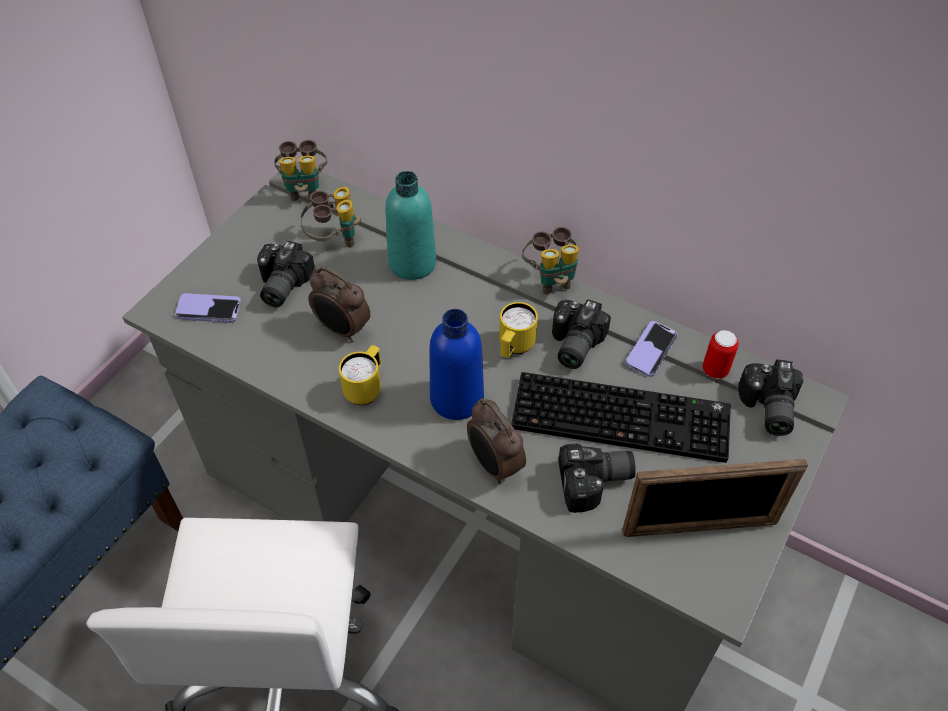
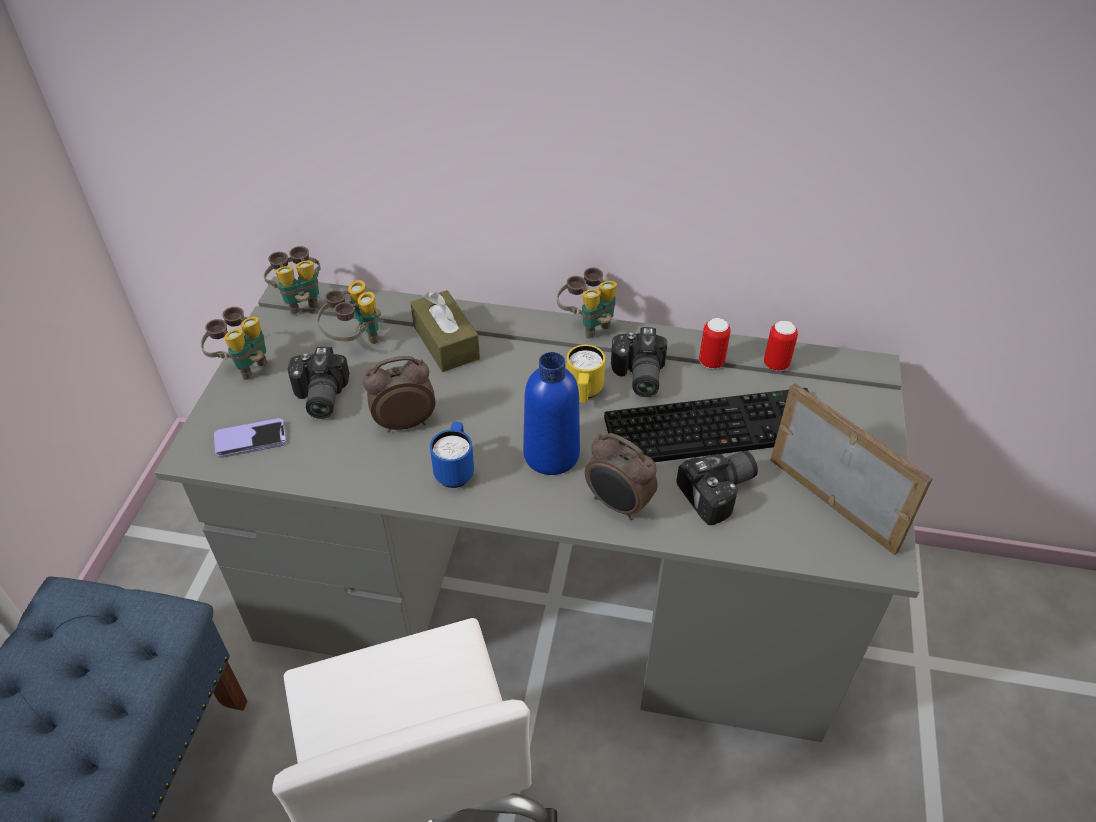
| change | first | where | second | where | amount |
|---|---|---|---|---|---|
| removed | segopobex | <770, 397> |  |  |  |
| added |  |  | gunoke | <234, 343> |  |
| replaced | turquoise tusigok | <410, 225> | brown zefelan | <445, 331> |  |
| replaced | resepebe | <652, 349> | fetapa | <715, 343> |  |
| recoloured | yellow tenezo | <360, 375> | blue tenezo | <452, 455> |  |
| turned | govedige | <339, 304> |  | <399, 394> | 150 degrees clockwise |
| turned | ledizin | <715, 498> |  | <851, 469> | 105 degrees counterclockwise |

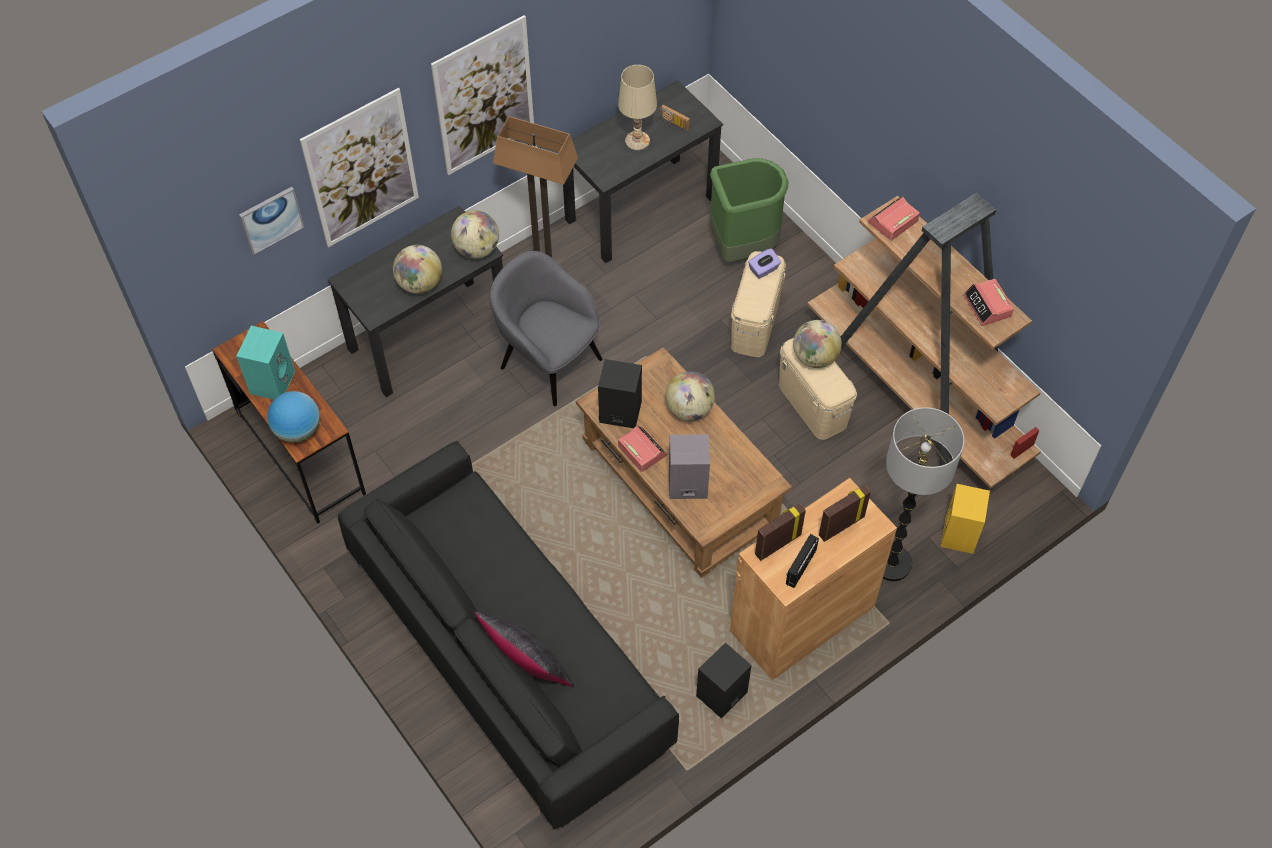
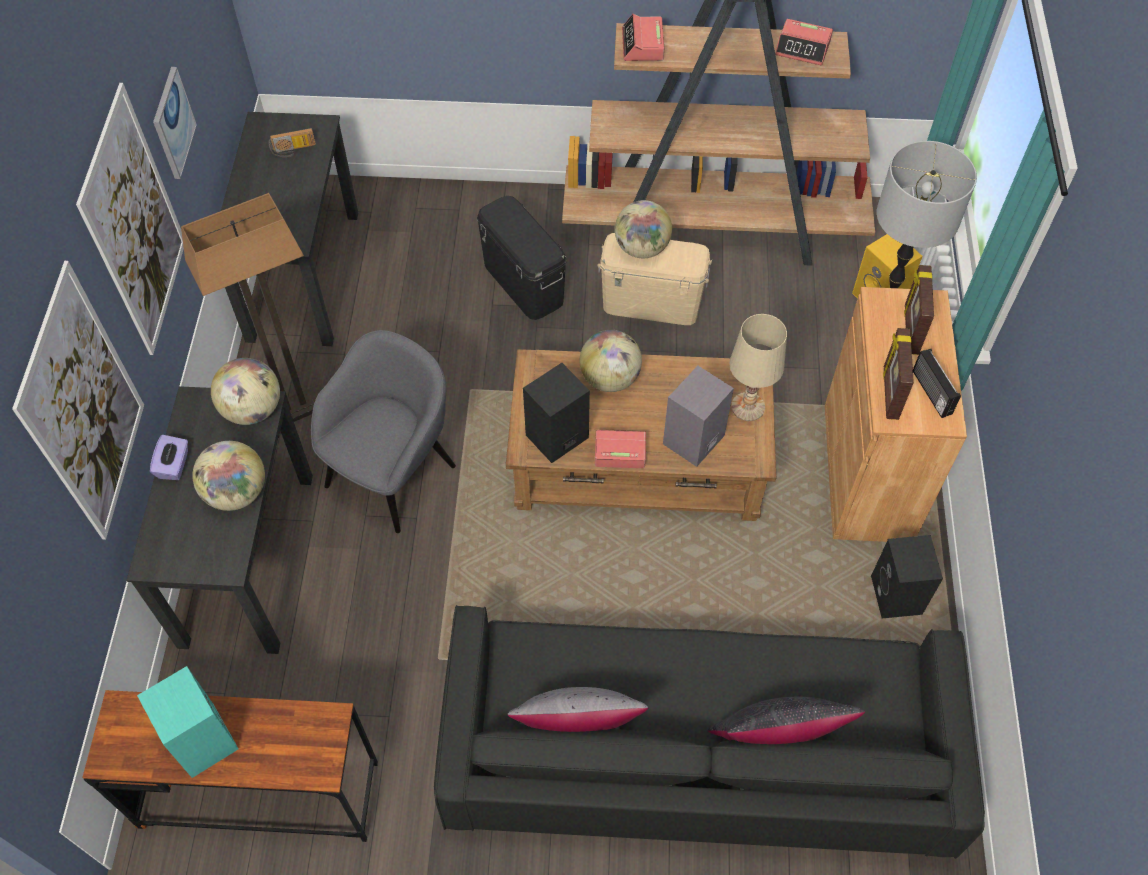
| change | first | where | second | where | amount |
|---|---|---|---|---|---|
| removed | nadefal | <293, 417> |  |  |  |
| removed | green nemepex | <749, 210> |  |  |  |
| added |  |  | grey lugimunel | <578, 709> |  |
| moved | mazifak | <271, 221> |  | <175, 123> |  |
| moved | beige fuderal | <637, 107> |  | <758, 367> |  |
| moved | purple zefelan | <764, 263> |  | <169, 457> |  |
| recoloured | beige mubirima | <758, 304> | black mubirima | <522, 258> |  |
| turned | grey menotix | <545, 328> |  | <383, 431> | 135 degrees clockwise |

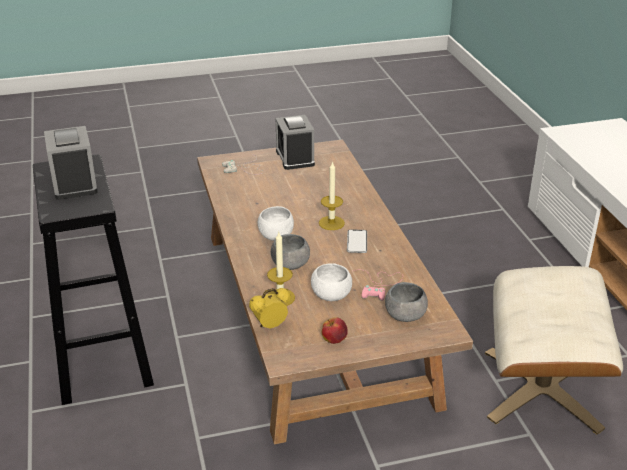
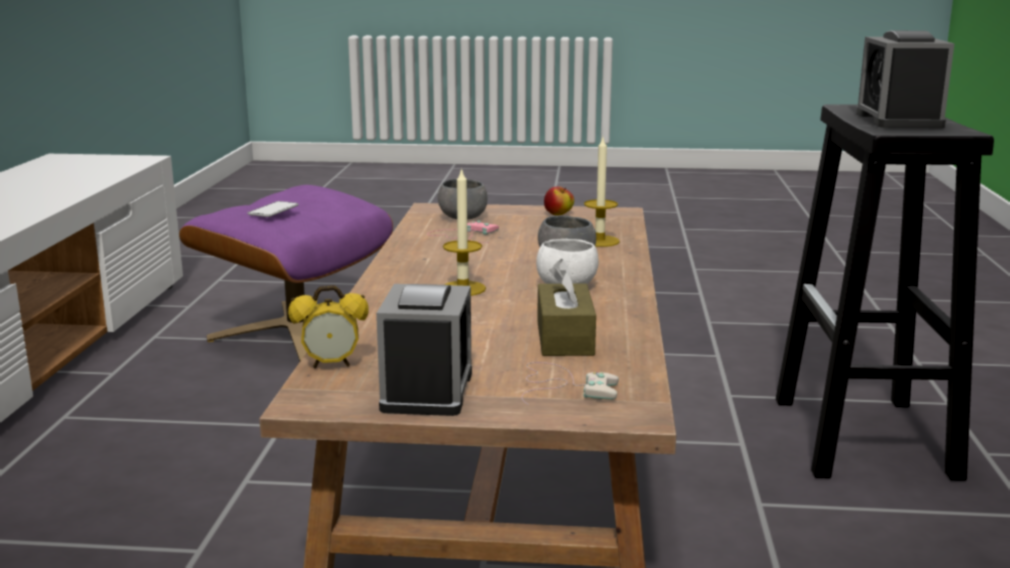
| change | first | where | second | where | amount |
|---|---|---|---|---|---|
| removed | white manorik | <331, 282> |  |  |  |
| added |  |  | brown zefelan | <566, 307> |  |
| moved | govedige | <270, 308> |  | <328, 326> |  |
| moved | resepebe | <357, 241> |  | <273, 209> |  |
| recoloured | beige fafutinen | <554, 350> | purple fafutinen | <286, 273> |  |

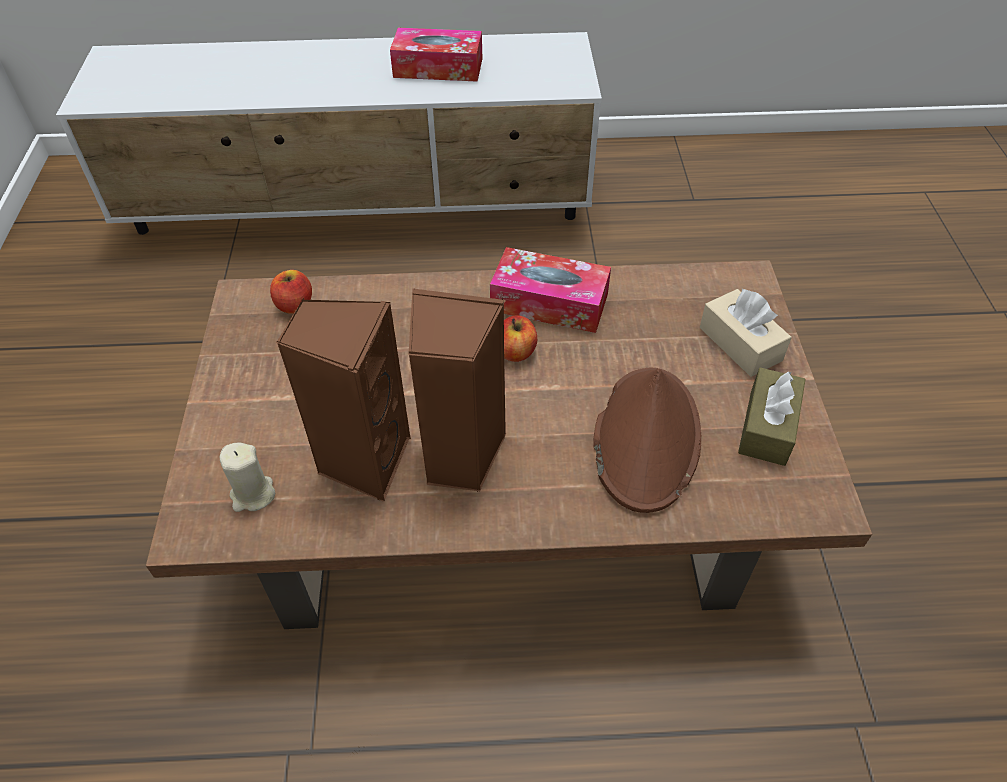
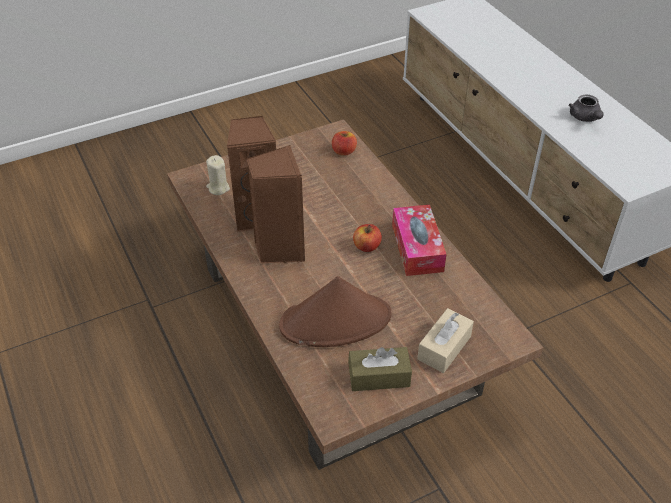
| change | first | where | second | where | amount |
|---|---|---|---|---|---|
| replaced | zefelan | <436, 55> | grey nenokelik | <586, 108> |  |

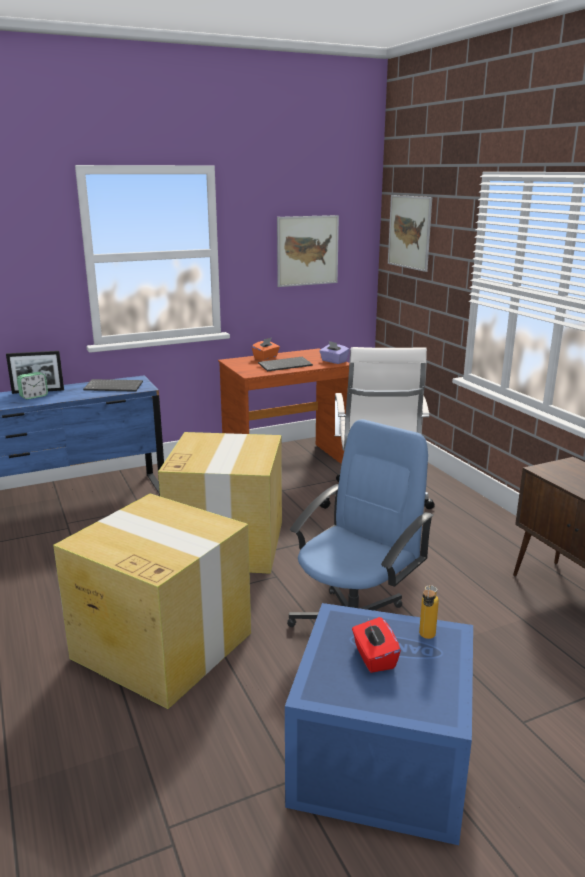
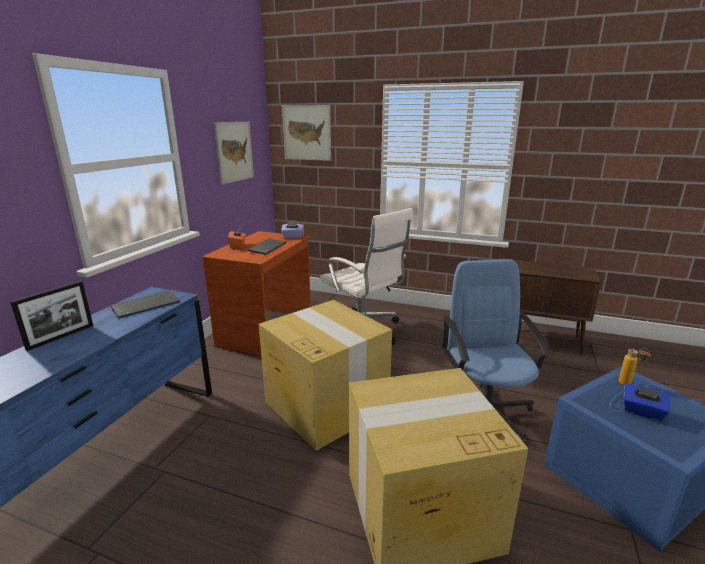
| change | first | where | second | where | amount |
|---|---|---|---|---|---|
| removed | govedige | <32, 385> |  |  |  |
| recoloured | red zefelan | <376, 645> | blue zefelan | <647, 402> |  |

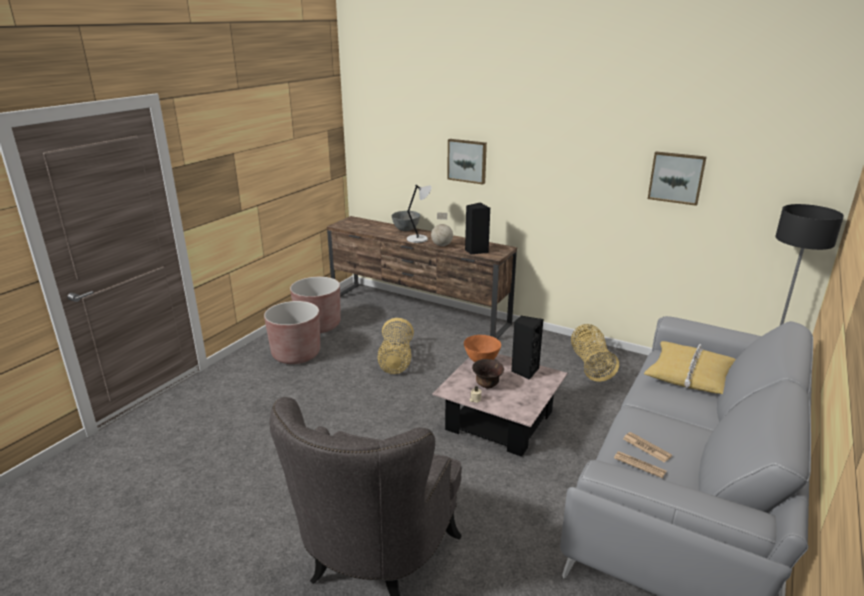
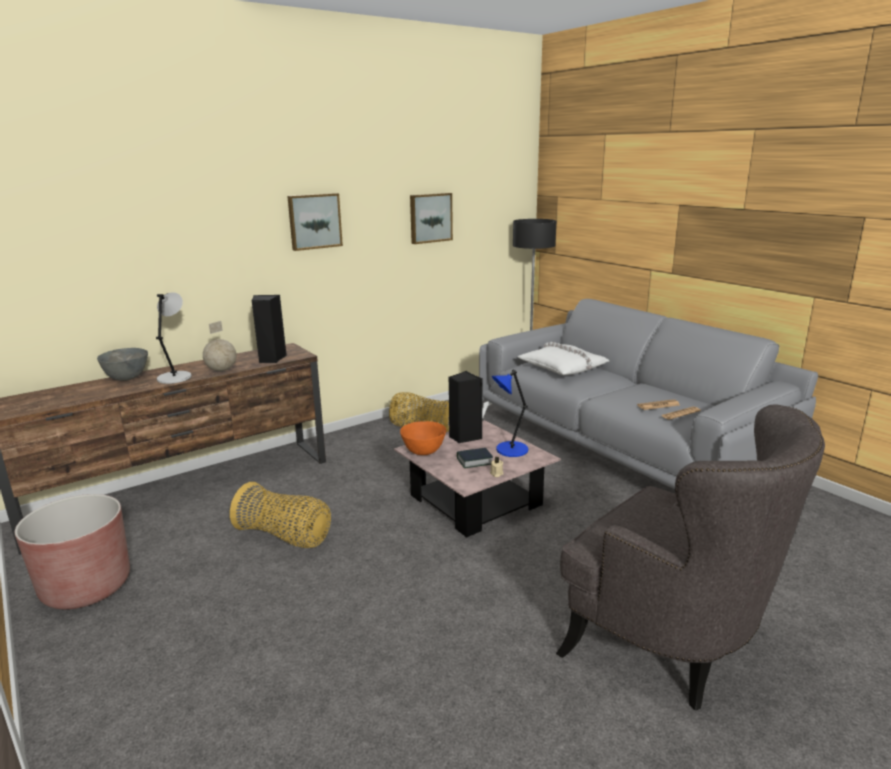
| change | first | where | second | where | amount |
|---|---|---|---|---|---|
| removed | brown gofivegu | <292, 332> |  |  |  |
| added |  |  | blue fuderal | <510, 413> |  |
| moved | mazifak | <467, 161> |  | <315, 222> |  |
| replaced | brown manorik | <488, 373> | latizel | <475, 458> |  |
| recoloured | yellow lugimunel | <690, 367> | white lugimunel | <563, 358> |  |

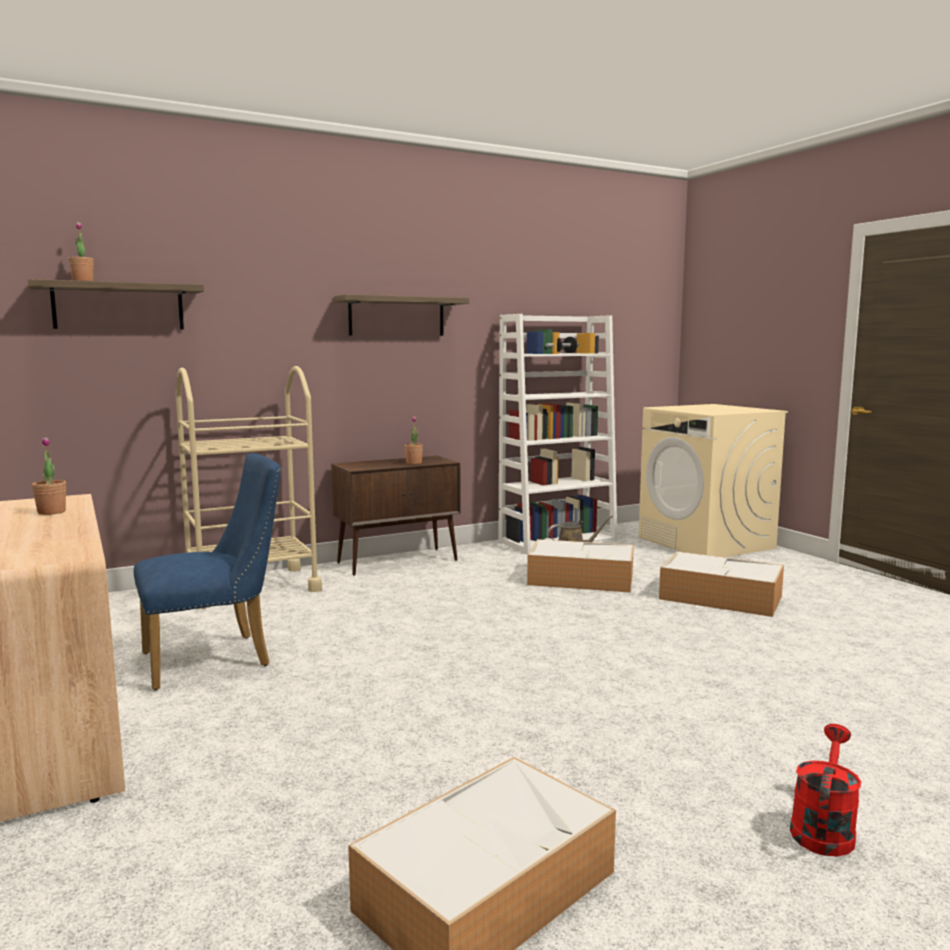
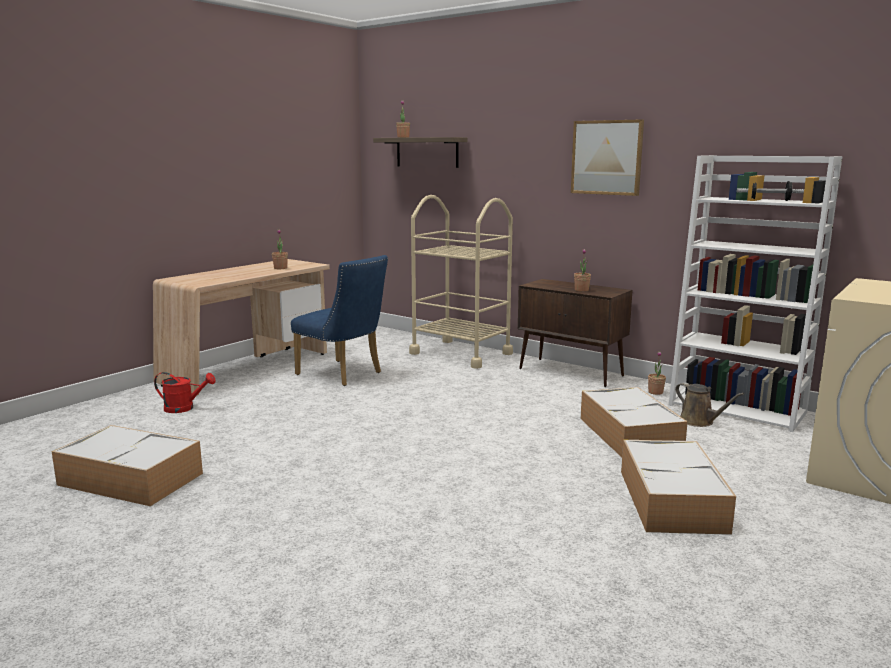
| change | first | where | second | where | amount |
|---|---|---|---|---|---|
| added |  |  | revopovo | <657, 373> |  |
| moved | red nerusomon | <825, 790> |  | <185, 392> |  |
| replaced | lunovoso | <401, 315> | mazifak | <607, 157> |  |

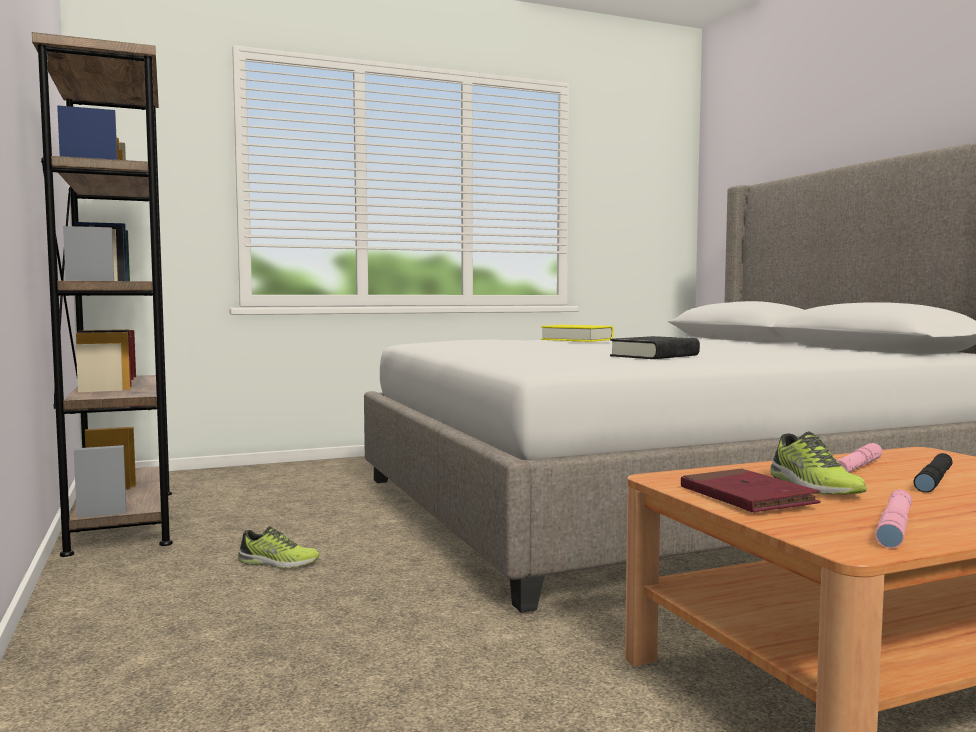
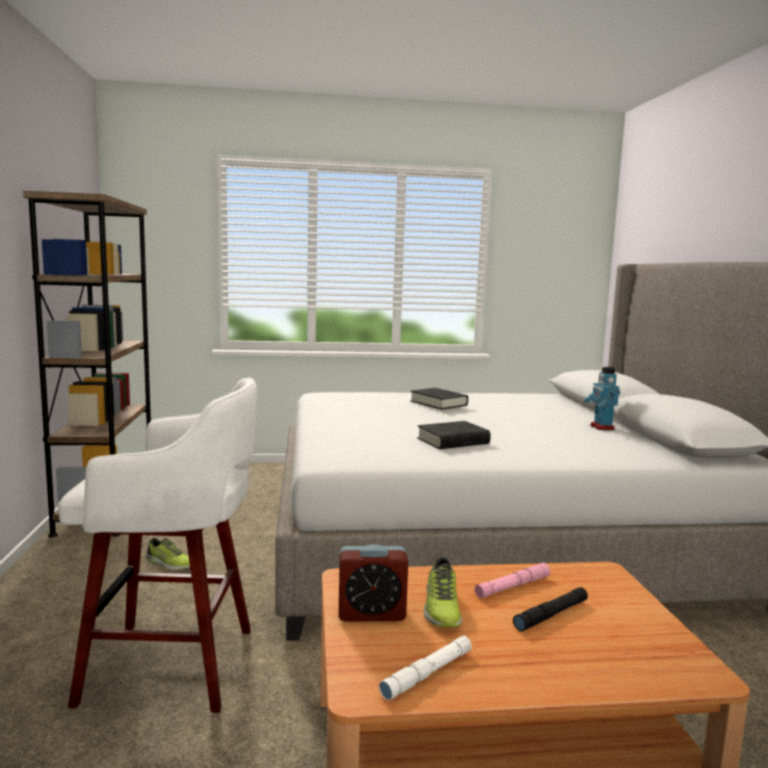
| change | first | where | second | where | amount |
|---|---|---|---|---|---|
| added |  |  | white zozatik | <158, 545> |  |
| added |  |  | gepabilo | <602, 398> |  |
| replaced | red latizel | <751, 490> | govedige | <373, 582> |  |
| recoloured | yellow latizel | <577, 333> | black latizel | <439, 399> |  |
| recoloured | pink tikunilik | <893, 519> | white tikunilik | <425, 667> |  |

